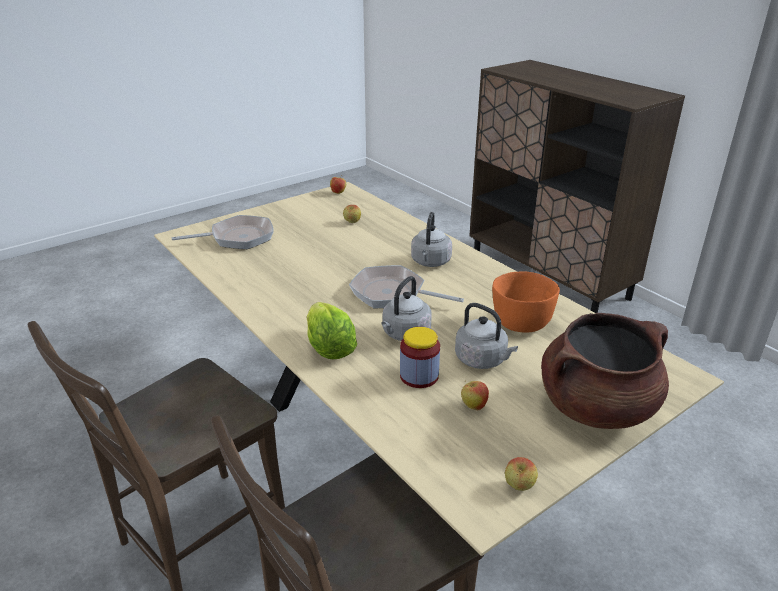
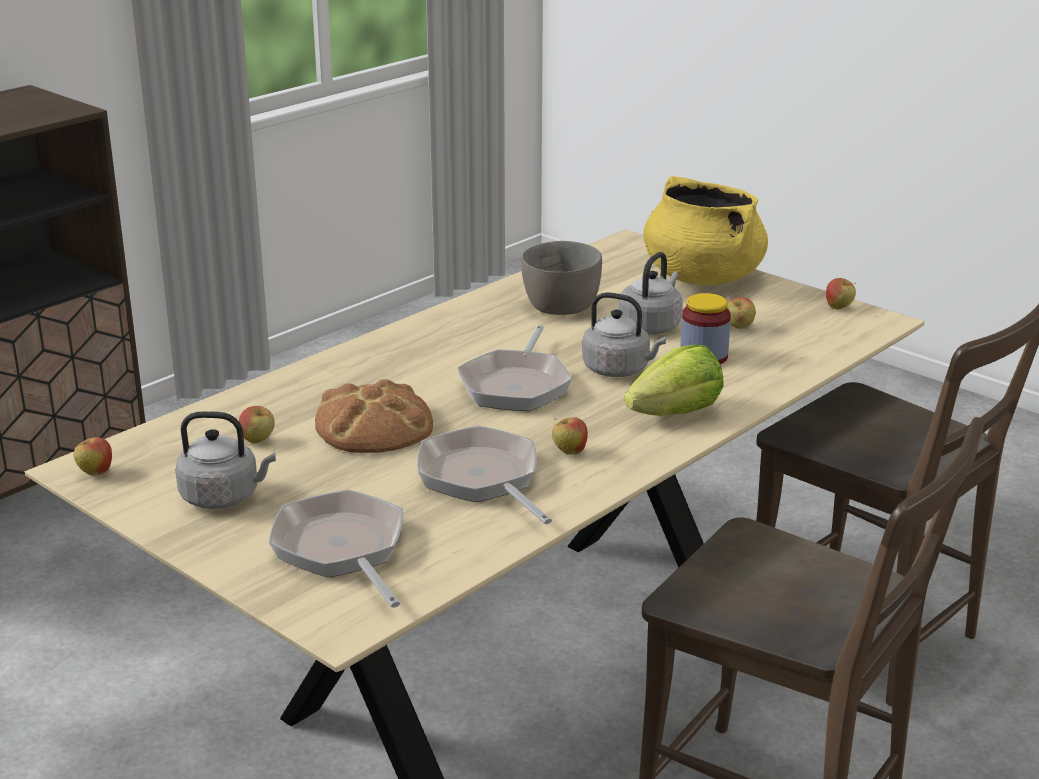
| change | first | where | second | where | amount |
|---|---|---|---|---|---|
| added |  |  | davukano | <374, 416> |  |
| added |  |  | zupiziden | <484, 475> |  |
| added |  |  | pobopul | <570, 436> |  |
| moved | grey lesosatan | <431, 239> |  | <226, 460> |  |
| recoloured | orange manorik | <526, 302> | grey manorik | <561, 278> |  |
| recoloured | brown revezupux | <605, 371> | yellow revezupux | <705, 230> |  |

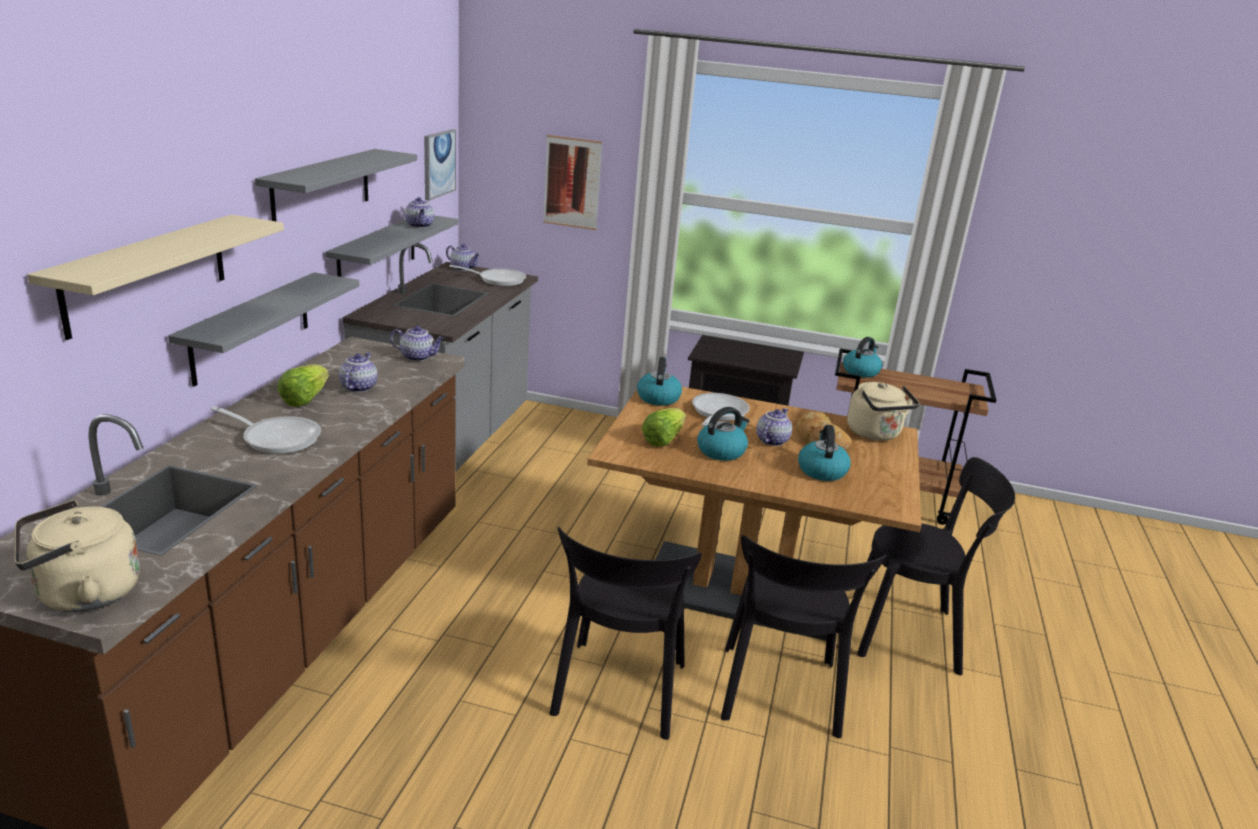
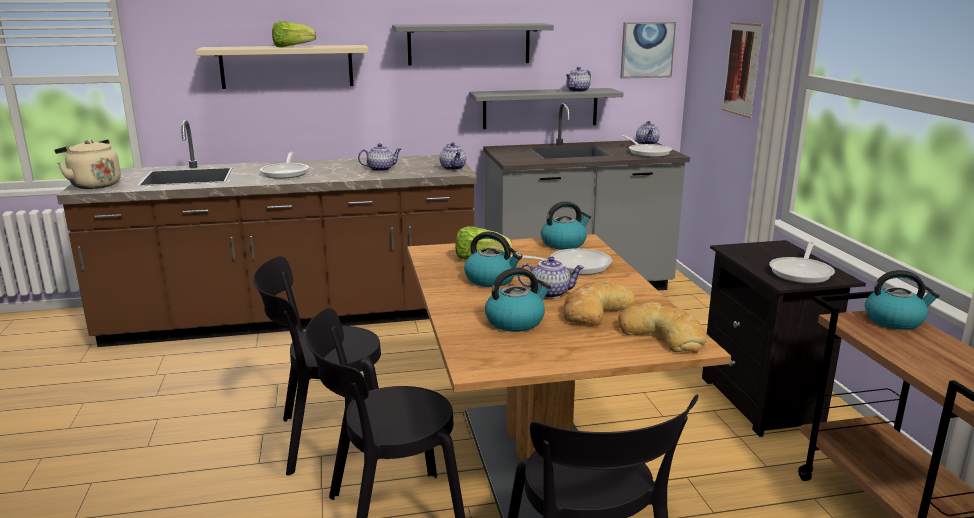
| change | first | where | second | where | amount |
|---|---|---|---|---|---|
| removed | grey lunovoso | <263, 329> |  |  |  |
| added |  |  | zupiziden | <802, 262> |  |
| moved | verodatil | <303, 386> |  | <294, 34> |  |
| replaced | beige lesosatan | <883, 411> | davukano | <662, 327> |  |

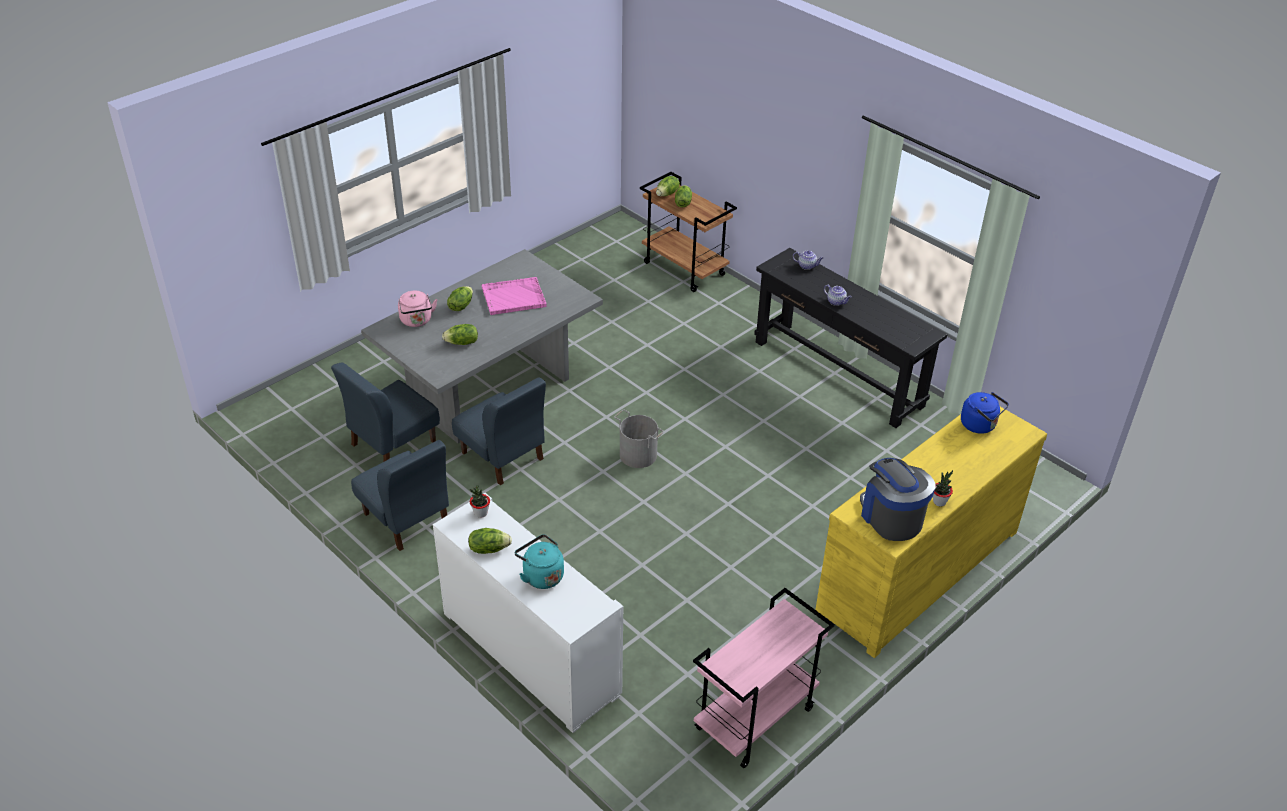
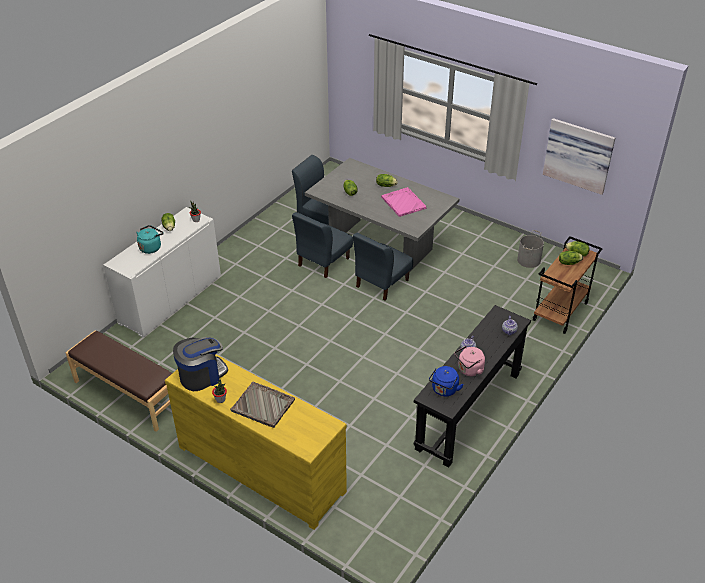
| change | first | where | second | where | amount |
|---|---|---|---|---|---|
| added |  |  | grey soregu | <262, 405> |  |
| added |  |  | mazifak | <579, 156> |  |
| moved | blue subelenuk | <400, 495> |  | <383, 267> |  |
| moved | pink lesosatan | <417, 309> |  | <469, 361> |  |
| moved | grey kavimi | <639, 438> |  | <530, 249> |  |
| moved | blue lesosatan | <985, 413> |  | <446, 381> |  |
| replaced | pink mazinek | <764, 678> | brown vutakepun | <118, 381> |  |

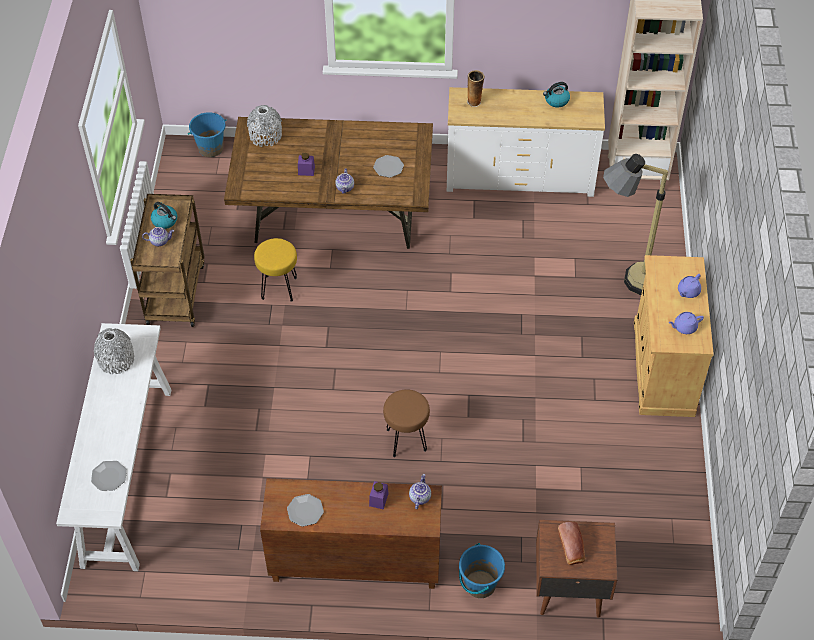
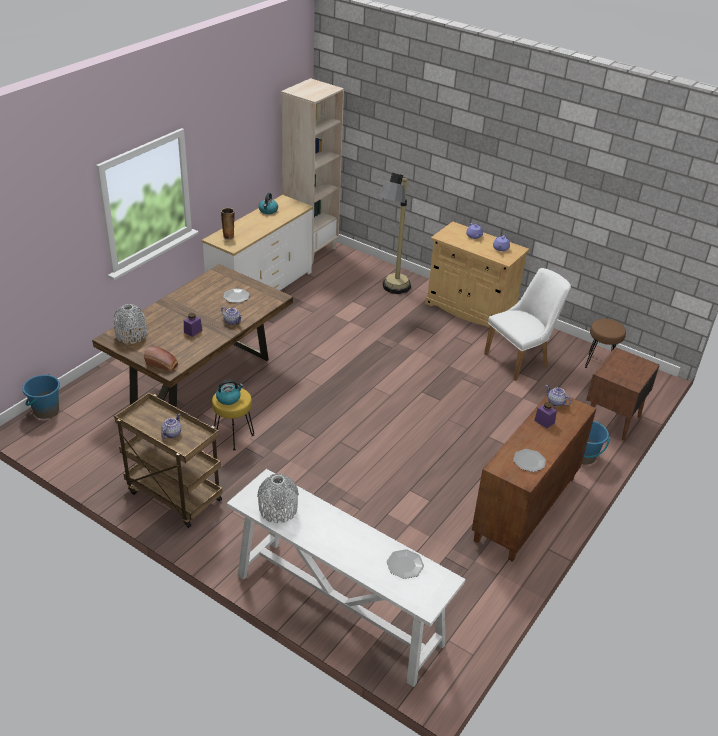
| change | first | where | second | where | amount |
|---|---|---|---|---|---|
| added |  |  | white subelenuk | <527, 324> |  |
| moved | lesosatan | <164, 215> |  | <229, 392> |  |
| moved | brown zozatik | <406, 423> |  | <605, 343> |  |
| moved | davukano | <571, 543> |  | <161, 358> |  |

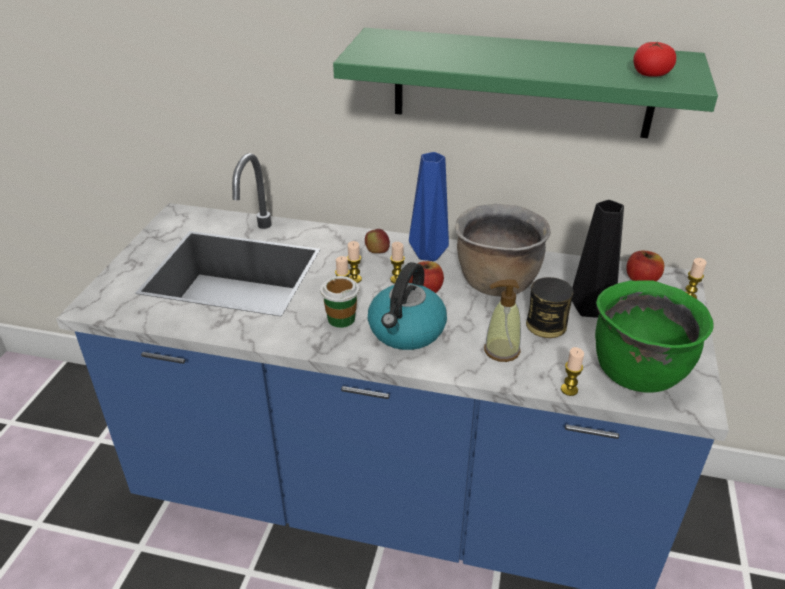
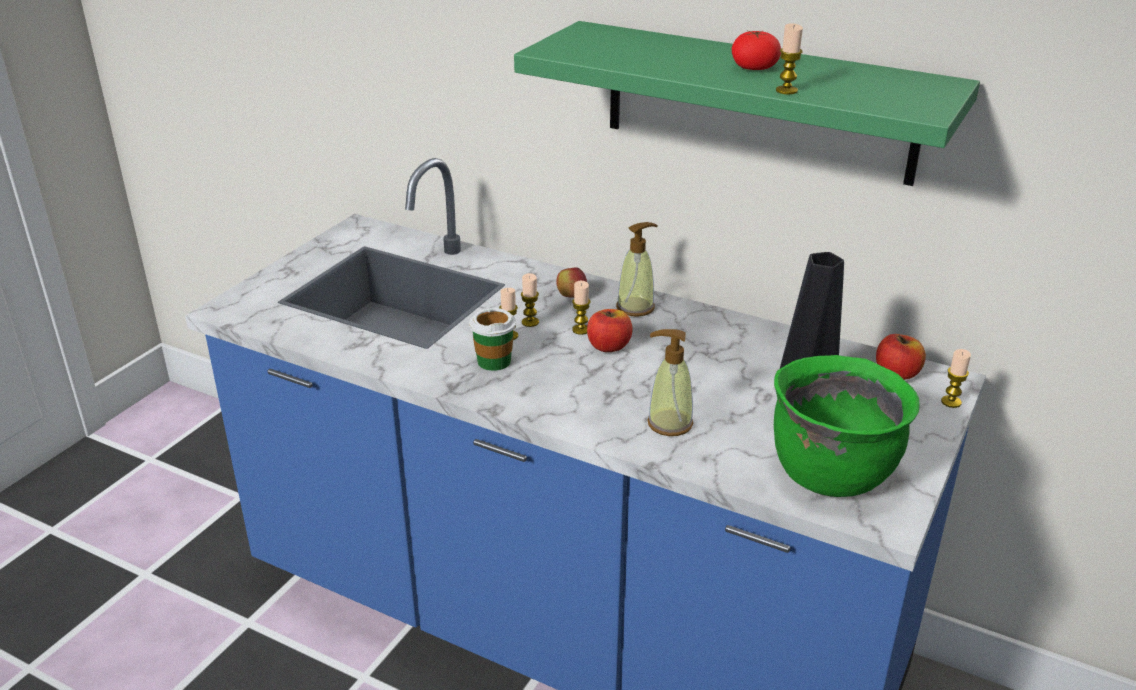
| change | first | where | second | where | amount |
|---|---|---|---|---|---|
| removed | lesosatan | <407, 306> |  |  |  |
| removed | brown revezupux | <503, 250> |  |  |  |
| removed | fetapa | <550, 307> |  |  |  |
| moved | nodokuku | <572, 371> |  | <789, 59> |  |
| moved | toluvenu | <654, 58> |  | <756, 50> |  |
| replaced | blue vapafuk | <429, 206> | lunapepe | <637, 269> |  |

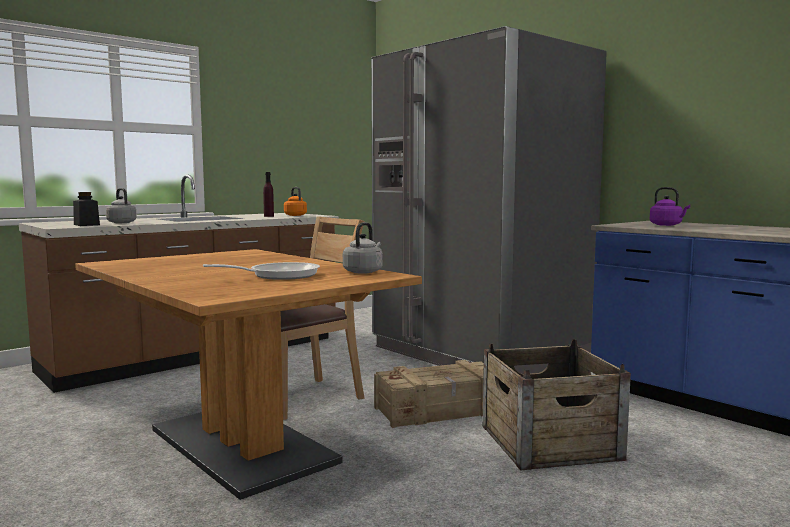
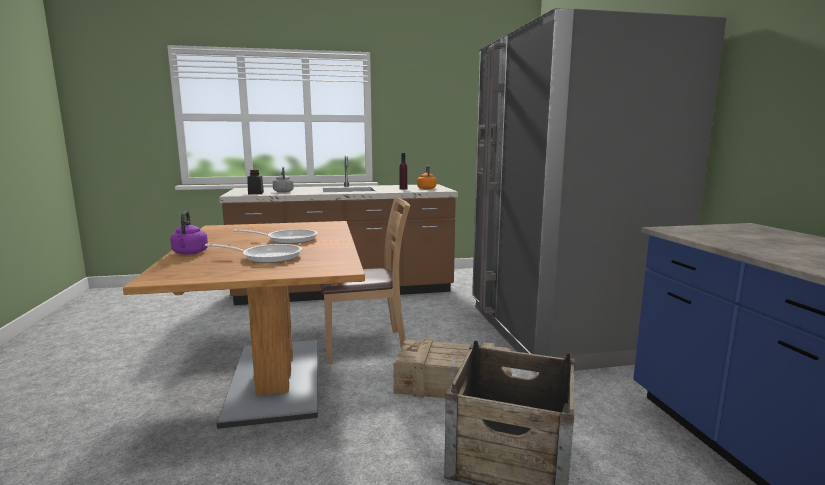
| change | first | where | second | where | amount |
|---|---|---|---|---|---|
| removed | grey lesosatan | <363, 248> |  |  |  |
| added |  |  | zupiziden | <275, 236> |  |
| moved | purple lesosatan | <670, 206> |  | <189, 233> |  |

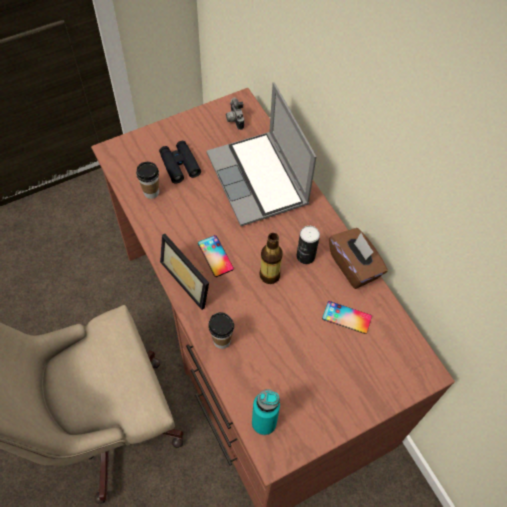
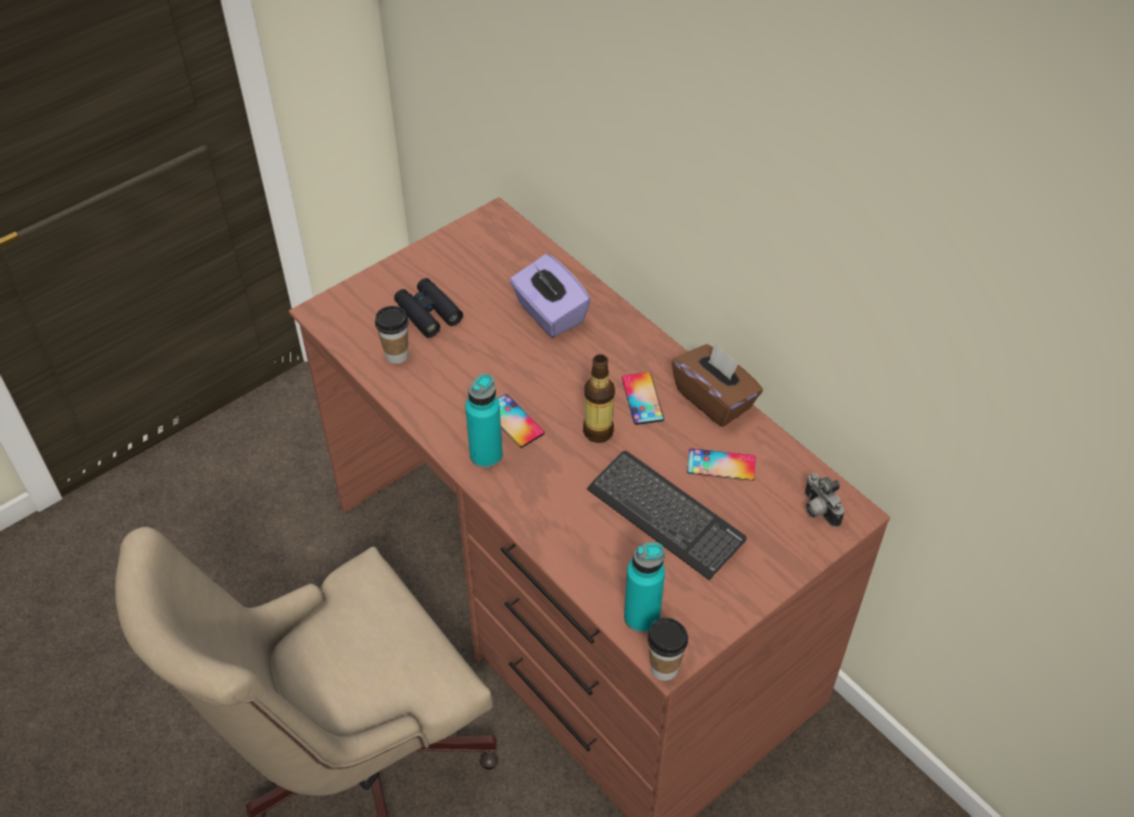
| change | first | where | second | where | amount |
|---|---|---|---|---|---|
| added |  |  | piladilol | <667, 516> |  |
| moved | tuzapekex | <221, 330> |  | <668, 649> |  |
| moved | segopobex | <235, 113> |  | <825, 500> |  |
| replaced | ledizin | <184, 271> | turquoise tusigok | <484, 421> |  |
| replaced | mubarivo | <261, 154> | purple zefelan | <550, 295> |  |
| replaced | fetapa | <308, 245> | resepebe | <643, 398> |  |

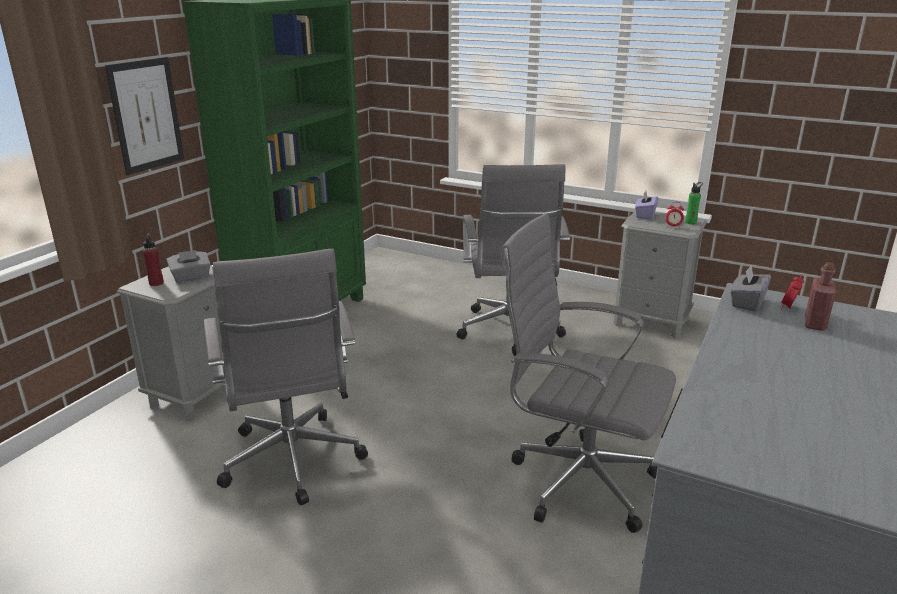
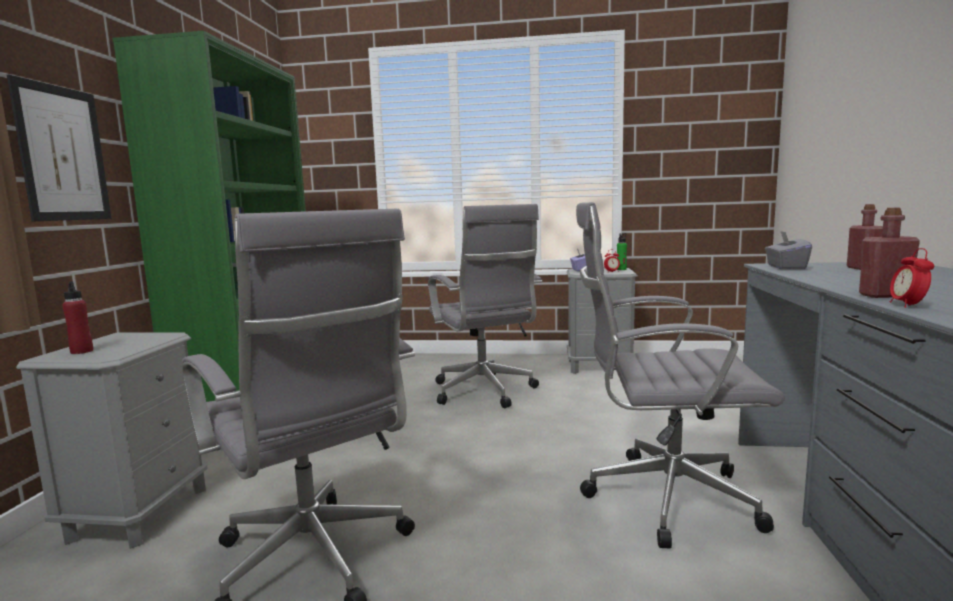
| change | first | where | second | where | amount |
|---|---|---|---|---|---|
| removed | grey zefelan | <189, 266> |  |  |  |
| added |  |  | red tusigok | <889, 253> |  |
| moved | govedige | <792, 291> |  | <912, 278> |  |

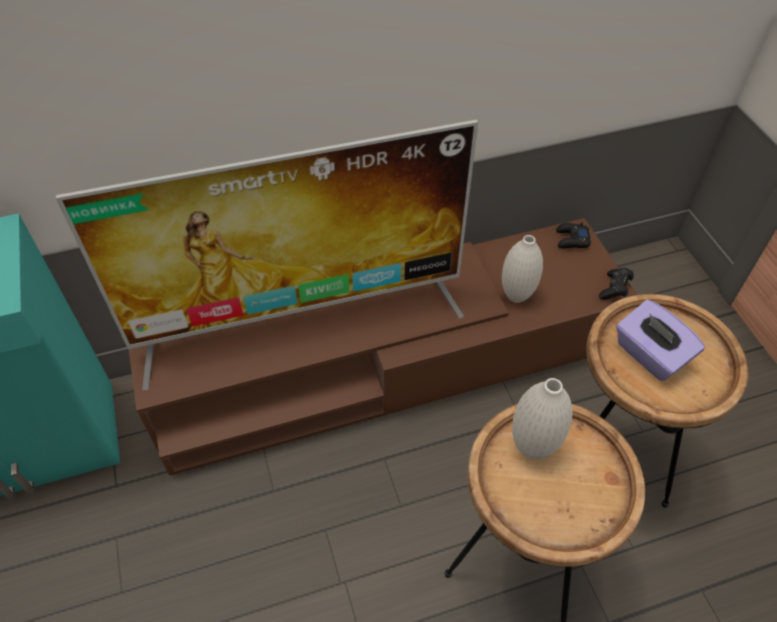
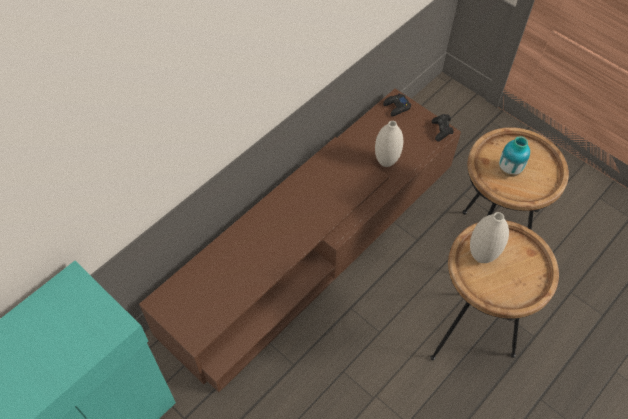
| change | first | where | second | where | amount |
|---|---|---|---|---|---|
| removed | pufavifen | <267, 255> |  |  |  |
| replaced | purple zefelan | <660, 340> | vapafuk | <514, 156> |  |

